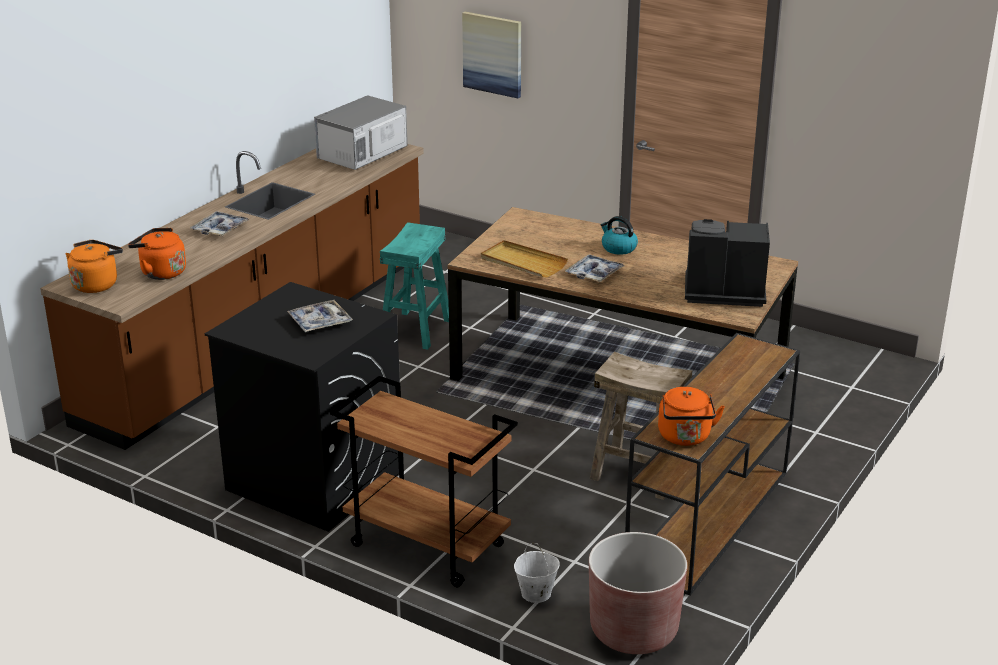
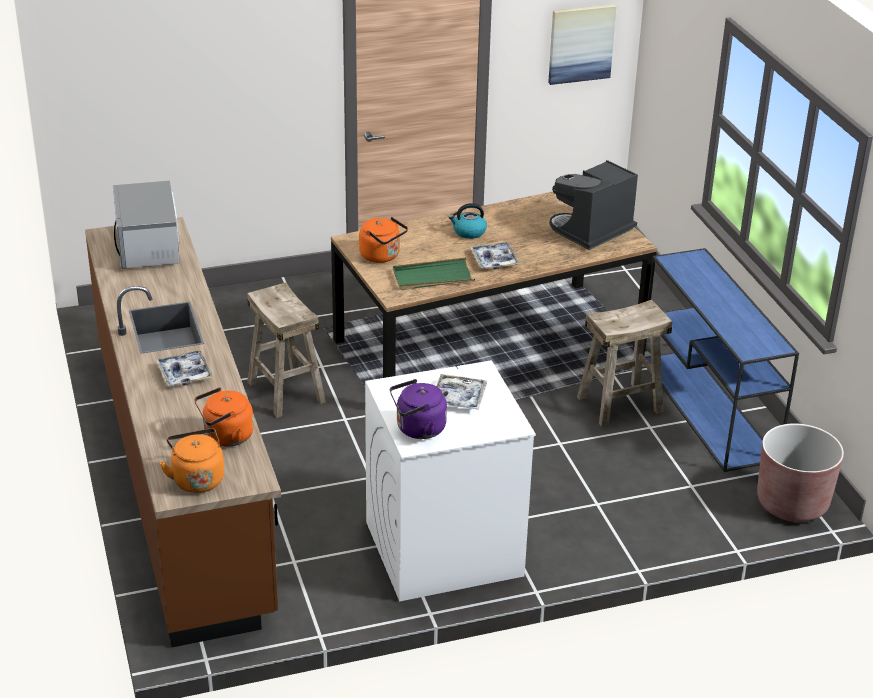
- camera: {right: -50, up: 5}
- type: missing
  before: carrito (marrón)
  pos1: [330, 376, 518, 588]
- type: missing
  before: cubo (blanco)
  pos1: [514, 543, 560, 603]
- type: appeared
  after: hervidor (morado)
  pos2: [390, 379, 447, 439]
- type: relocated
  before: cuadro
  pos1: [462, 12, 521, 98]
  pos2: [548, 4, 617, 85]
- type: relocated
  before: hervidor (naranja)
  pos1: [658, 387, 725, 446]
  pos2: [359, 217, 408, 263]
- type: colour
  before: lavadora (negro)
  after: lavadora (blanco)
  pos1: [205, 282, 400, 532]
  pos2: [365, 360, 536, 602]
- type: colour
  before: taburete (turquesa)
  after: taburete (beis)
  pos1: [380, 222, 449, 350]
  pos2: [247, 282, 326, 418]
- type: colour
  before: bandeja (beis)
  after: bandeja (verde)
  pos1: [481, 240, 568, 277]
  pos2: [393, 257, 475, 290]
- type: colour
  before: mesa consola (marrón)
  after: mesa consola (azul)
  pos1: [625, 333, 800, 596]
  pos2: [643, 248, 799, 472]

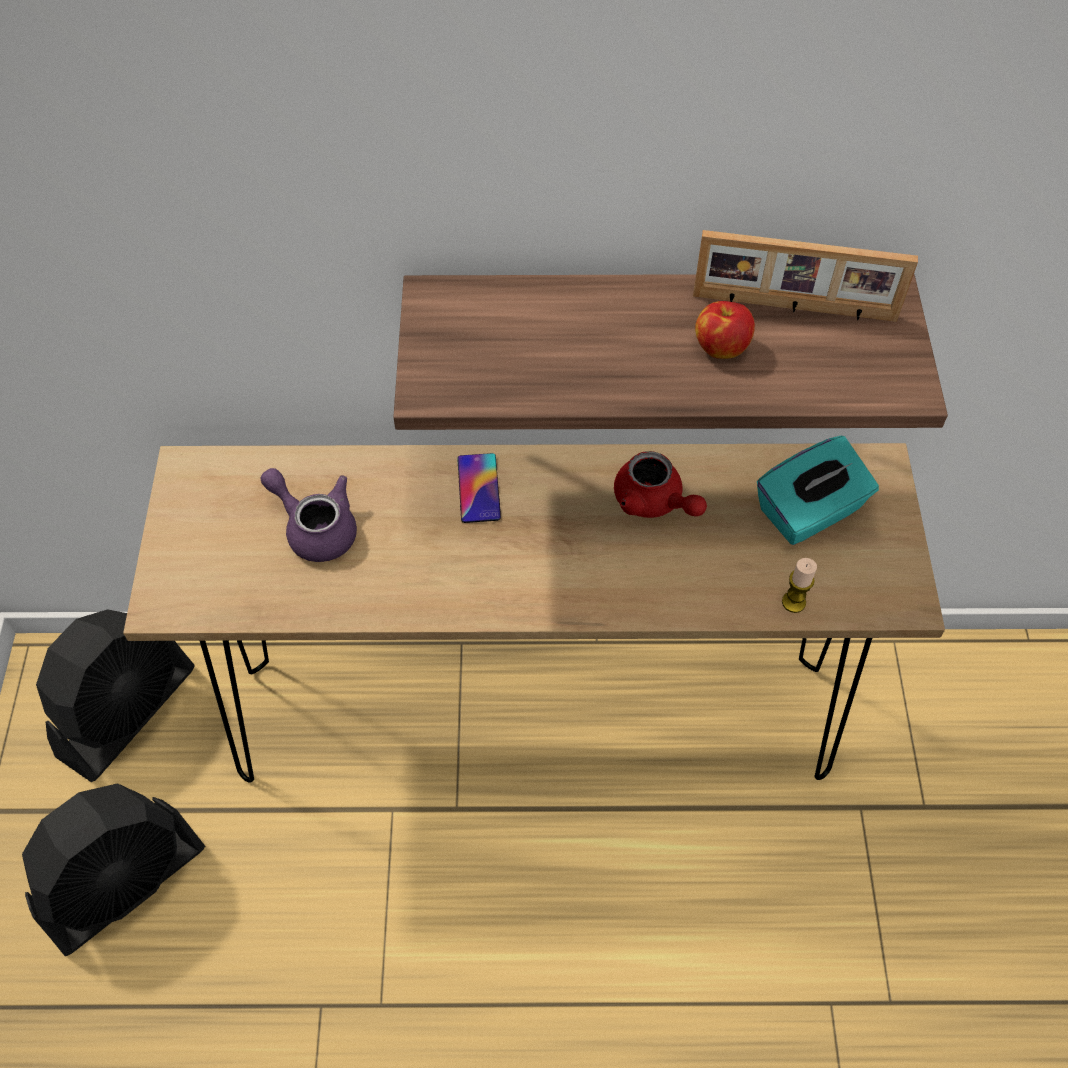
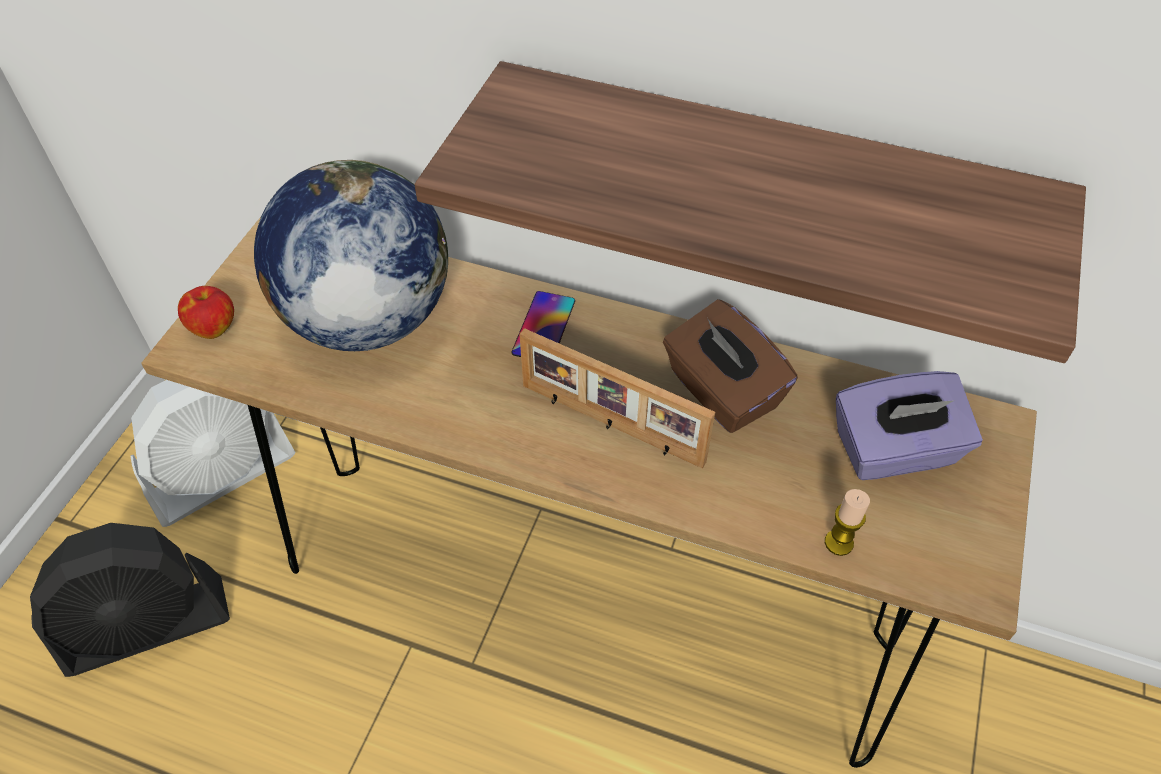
- camera: {right: 20, up: -5}
- type: relocated
  before: portarretratos
  pos1: [693, 230, 918, 322]
  pos2: [519, 328, 715, 469]
- type: relocated
  before: manzana
  pos1: [695, 301, 755, 359]
  pos2: [178, 286, 234, 339]
- type: exchanged
  before: tetera (morado)
  after: globo terráqueo
  pos1: [260, 468, 357, 562]
  pos2: [254, 160, 448, 351]
- type: exchanged
  before: tetera (rojo)
  after: caja de pañuelos (marrón)
  pos1: [614, 451, 707, 518]
  pos2: [663, 299, 798, 433]
- type: colour
  before: ventilador (negro)
  after: ventilador (blanco)
  pos1: [36, 609, 195, 782]
  pos2: [130, 380, 296, 527]
- type: colour
  before: caja de pañuelos (turquesa)
  after: caja de pañuelos (morado)
  pos1: [757, 436, 879, 545]
  pos2: [836, 371, 983, 480]

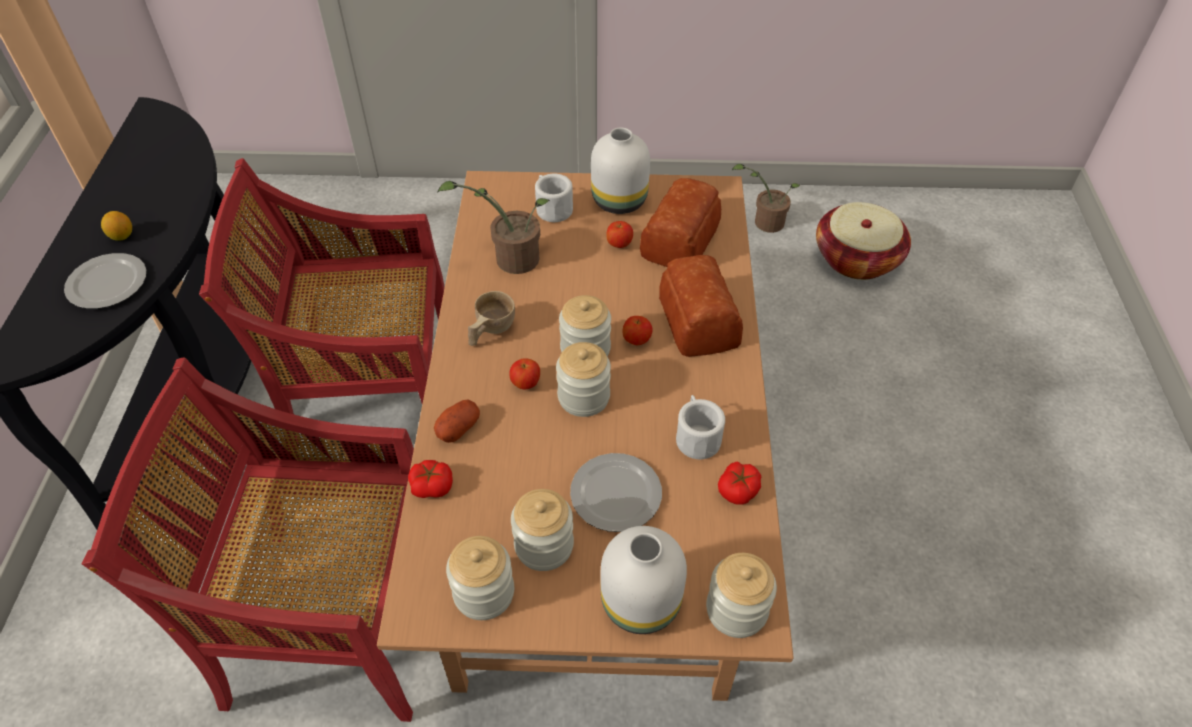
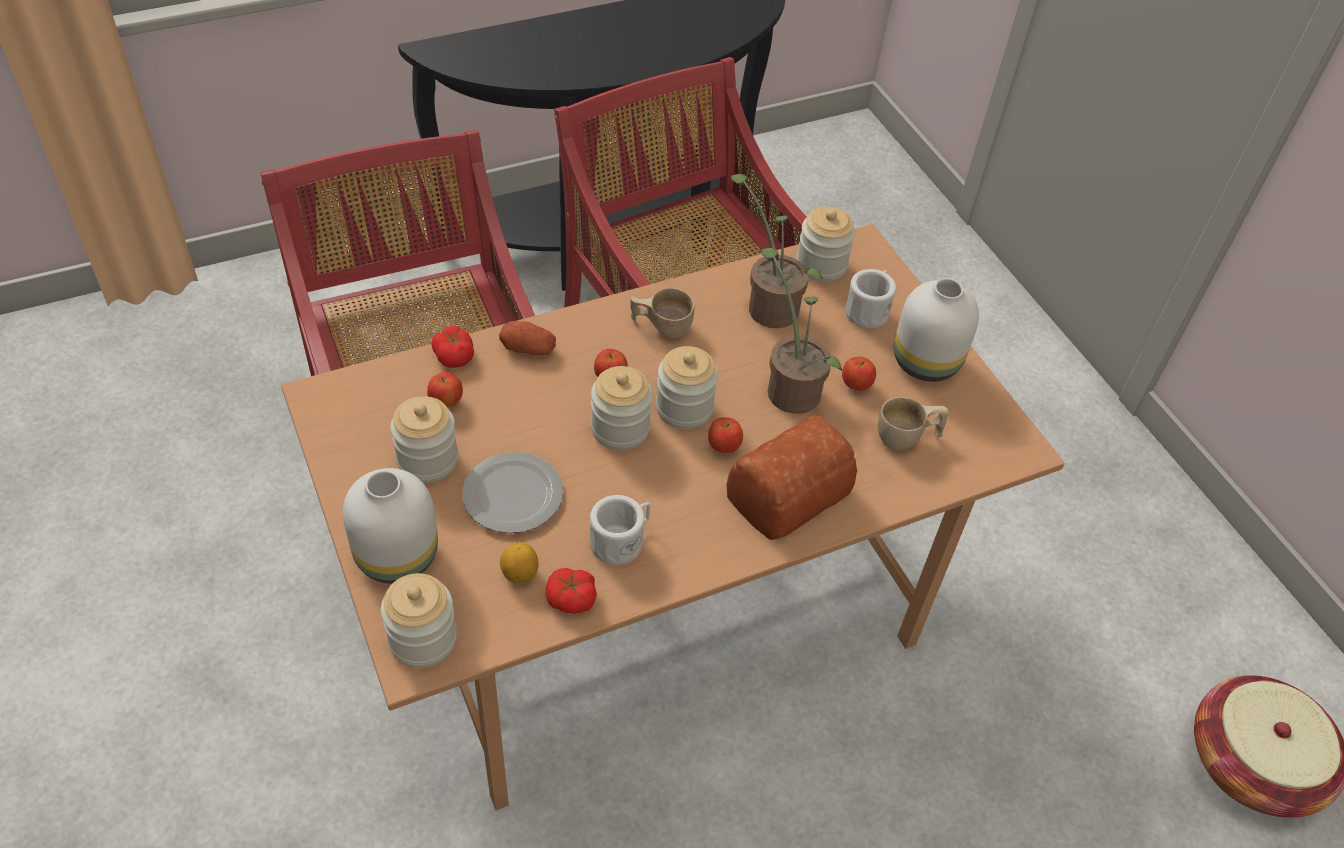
- camera: {right: 60, up: 0}
- type: missing
  before: plato
  pos1: [64, 253, 147, 309]
- type: appeared
  after: manzana
  pos2: [427, 372, 463, 407]
- type: relocated
  before: limón
  pos1: [101, 211, 132, 241]
  pos2: [500, 542, 539, 583]
- type: relocated
  before: tarro
  pos1: [446, 536, 514, 620]
  pos2: [796, 207, 855, 282]
- type: relocated
  before: planta en maceta
  pos1: [732, 164, 800, 233]
  pos2: [761, 248, 842, 414]
- type: exchanged
  before: pan
  after: taza (beis)
  pos1: [640, 178, 721, 267]
  pos2: [878, 397, 948, 450]

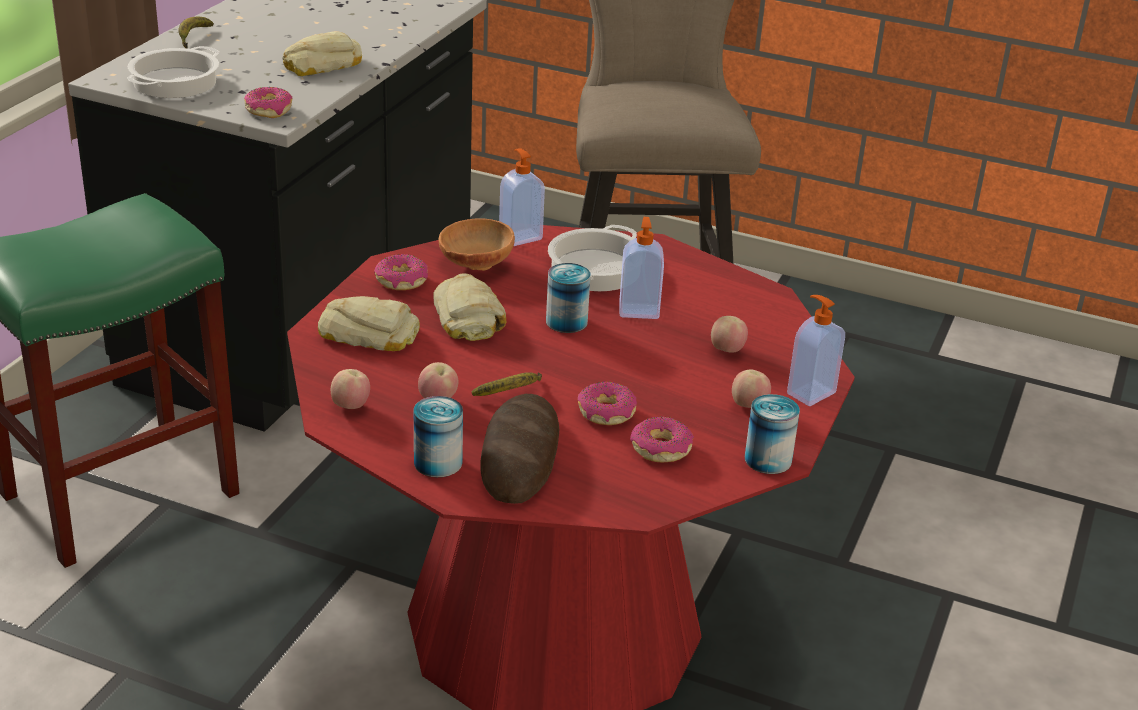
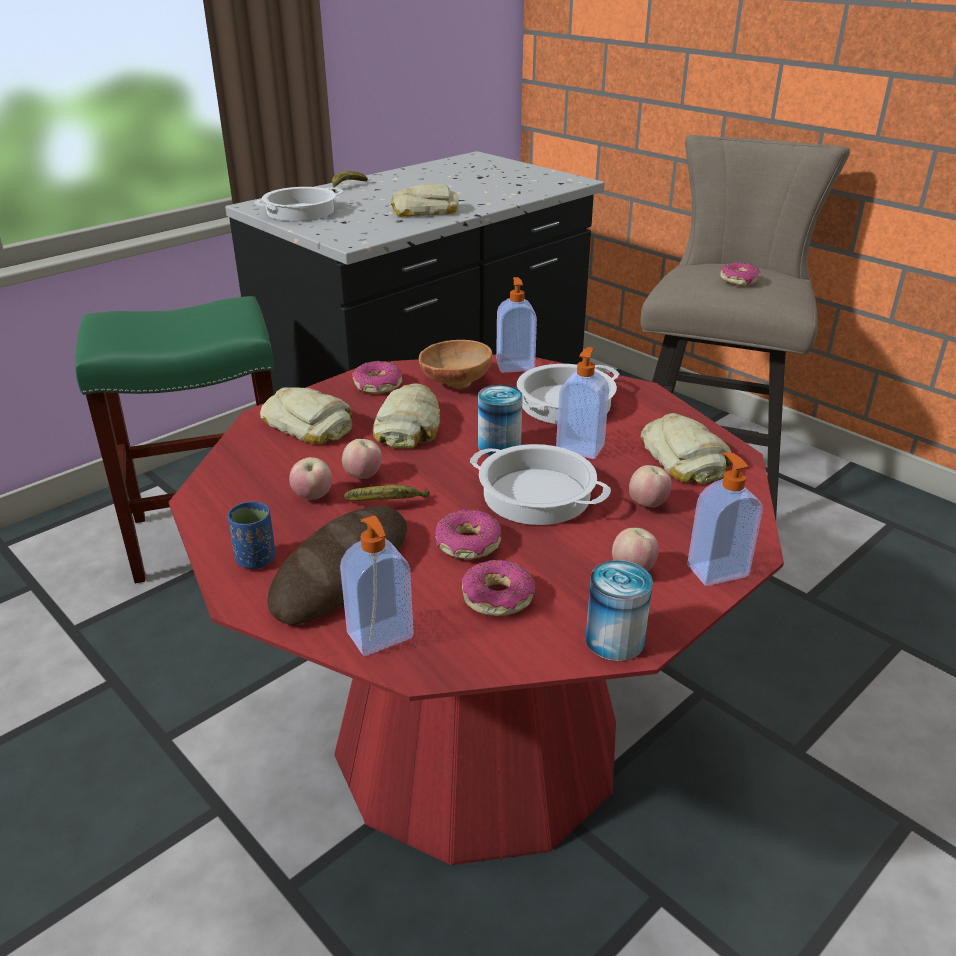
- camera: {right: 25, up: 0}
- type: appeared
  after: dispensador de jabón
  pos2: [340, 515, 414, 656]
- type: appeared
  after: olla
  pos2: [470, 444, 611, 525]
- type: appeared
  after: pan
  pos2: [640, 413, 732, 484]
- type: relocated
  before: rosquilla
  pos1: [244, 87, 292, 118]
  pos2: [720, 262, 760, 287]
- type: relocated
  before: manzana
  pos1: [331, 369, 370, 409]
  pos2: [342, 439, 382, 479]
- type: exchanged
  before: lata
  after: taza (azul)
  pos1: [414, 396, 463, 477]
  pos2: [227, 501, 276, 569]

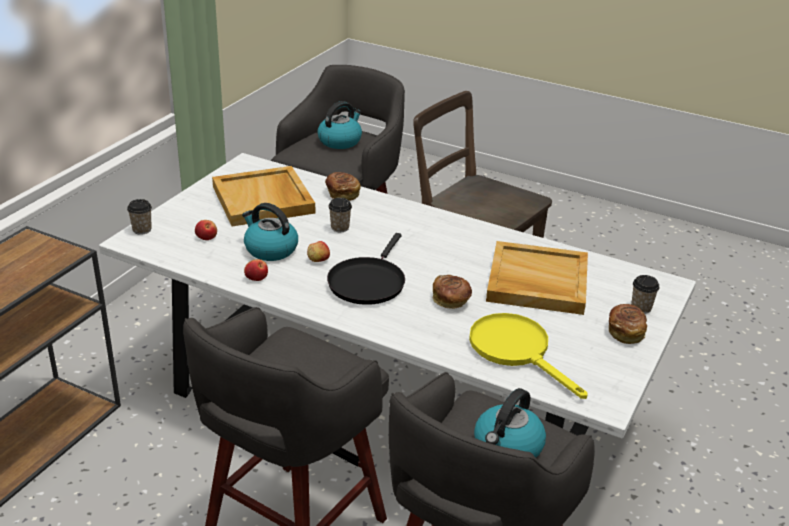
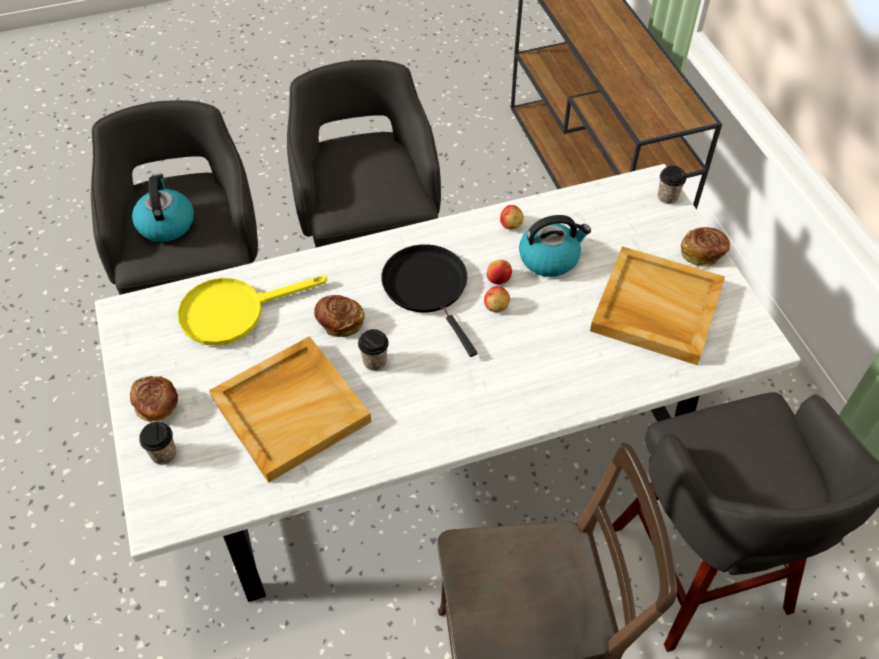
- camera: {right: 135, up: 20}
- type: missing
  before: hervidor
  pos1: [317, 101, 362, 149]
- type: relocated
  before: manzana
  pos1: [195, 220, 217, 240]
  pos2: [484, 286, 510, 312]
- type: relocated
  before: pan
  pos1: [325, 172, 361, 201]
  pos2: [681, 227, 730, 267]
- type: relocated
  before: taza
  pos1: [328, 198, 352, 232]
  pos2: [358, 329, 389, 371]
- type: spun
  before: sartén (amarillo)
  pos1: [469, 313, 587, 399]
  pos2: [178, 276, 327, 346]
  turn: 150

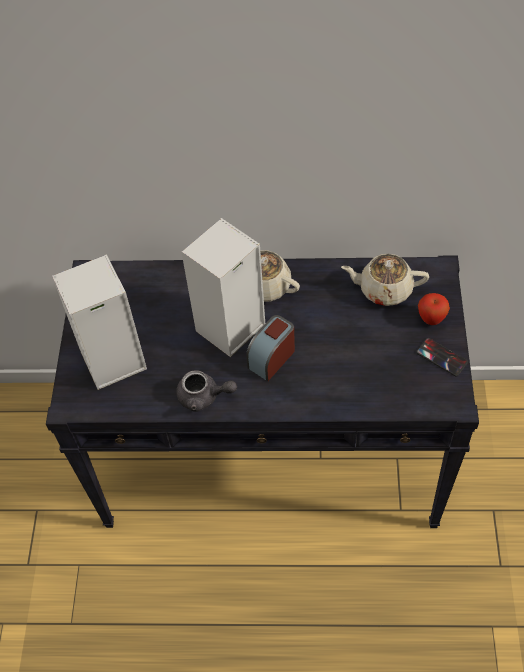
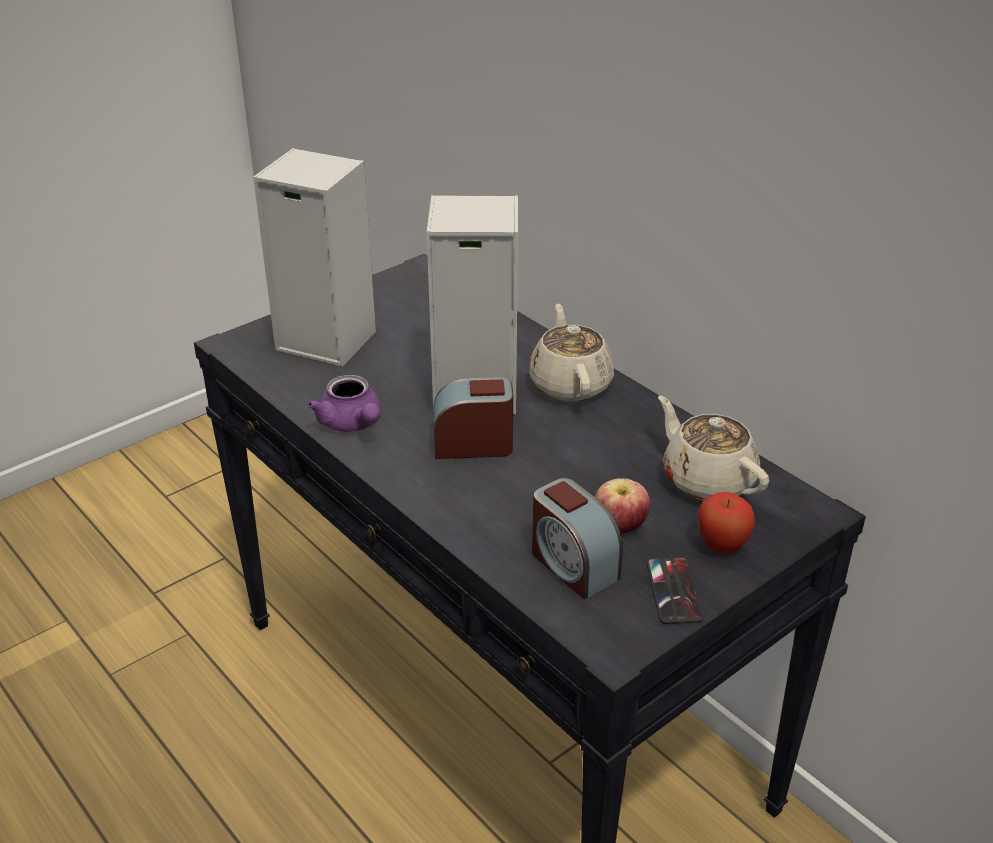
- camera: {right: 45, up: -20}
- type: appeared
  after: despertador
  pos2: [532, 478, 623, 599]
- type: appeared
  after: manzana
  pos2: [595, 478, 650, 534]
- type: colour
  before: tetera (gris)
  after: tetera (morado)
  pos1: [176, 370, 237, 412]
  pos2: [308, 375, 381, 432]

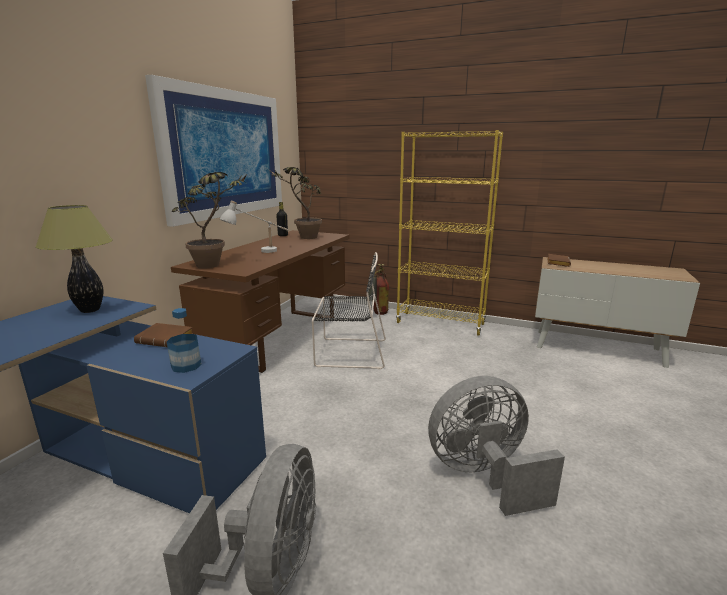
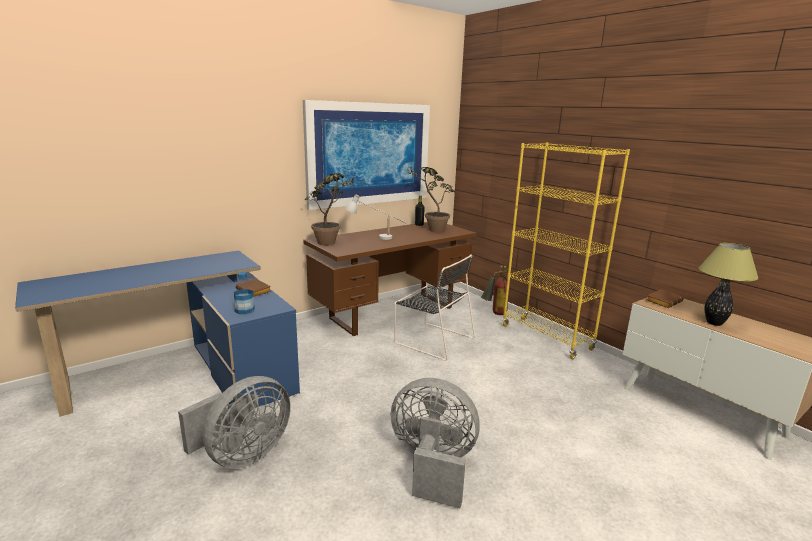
- camera: {right: 30, up: 0}
- type: relocated
  before: lámpara de mesa
  pos1: [36, 205, 113, 313]
  pos2: [699, 243, 758, 326]

